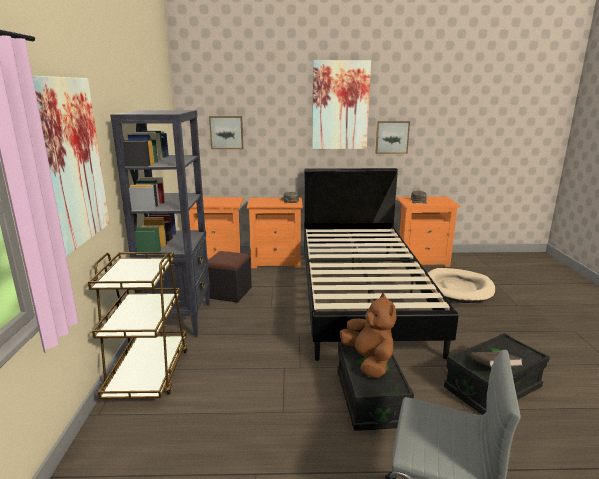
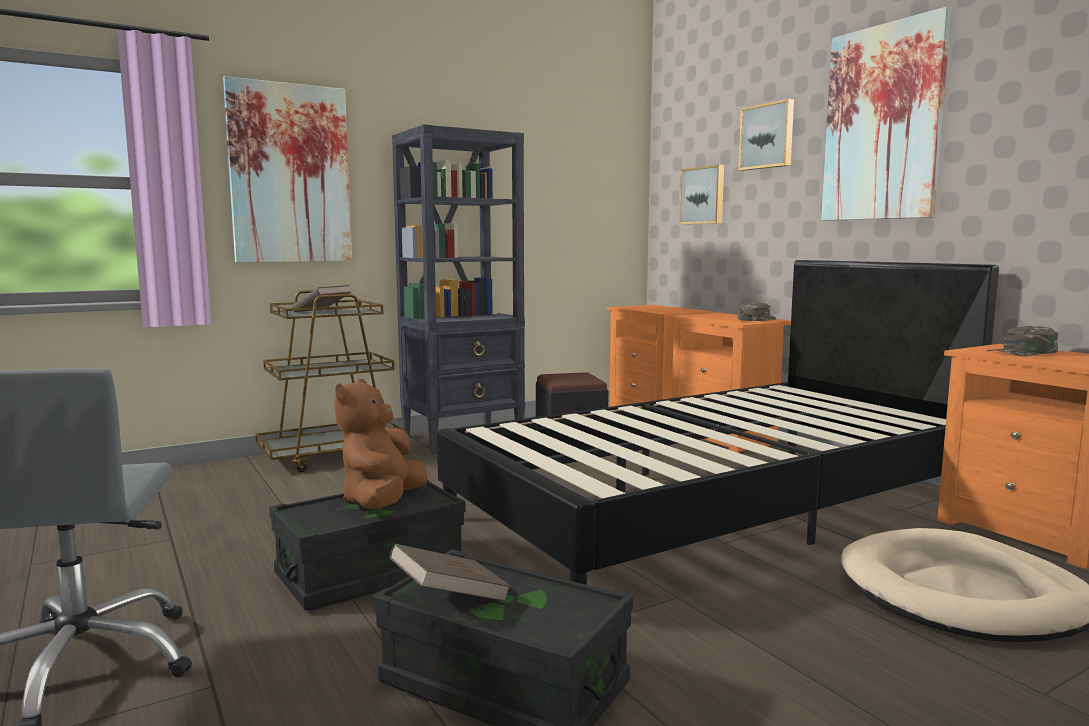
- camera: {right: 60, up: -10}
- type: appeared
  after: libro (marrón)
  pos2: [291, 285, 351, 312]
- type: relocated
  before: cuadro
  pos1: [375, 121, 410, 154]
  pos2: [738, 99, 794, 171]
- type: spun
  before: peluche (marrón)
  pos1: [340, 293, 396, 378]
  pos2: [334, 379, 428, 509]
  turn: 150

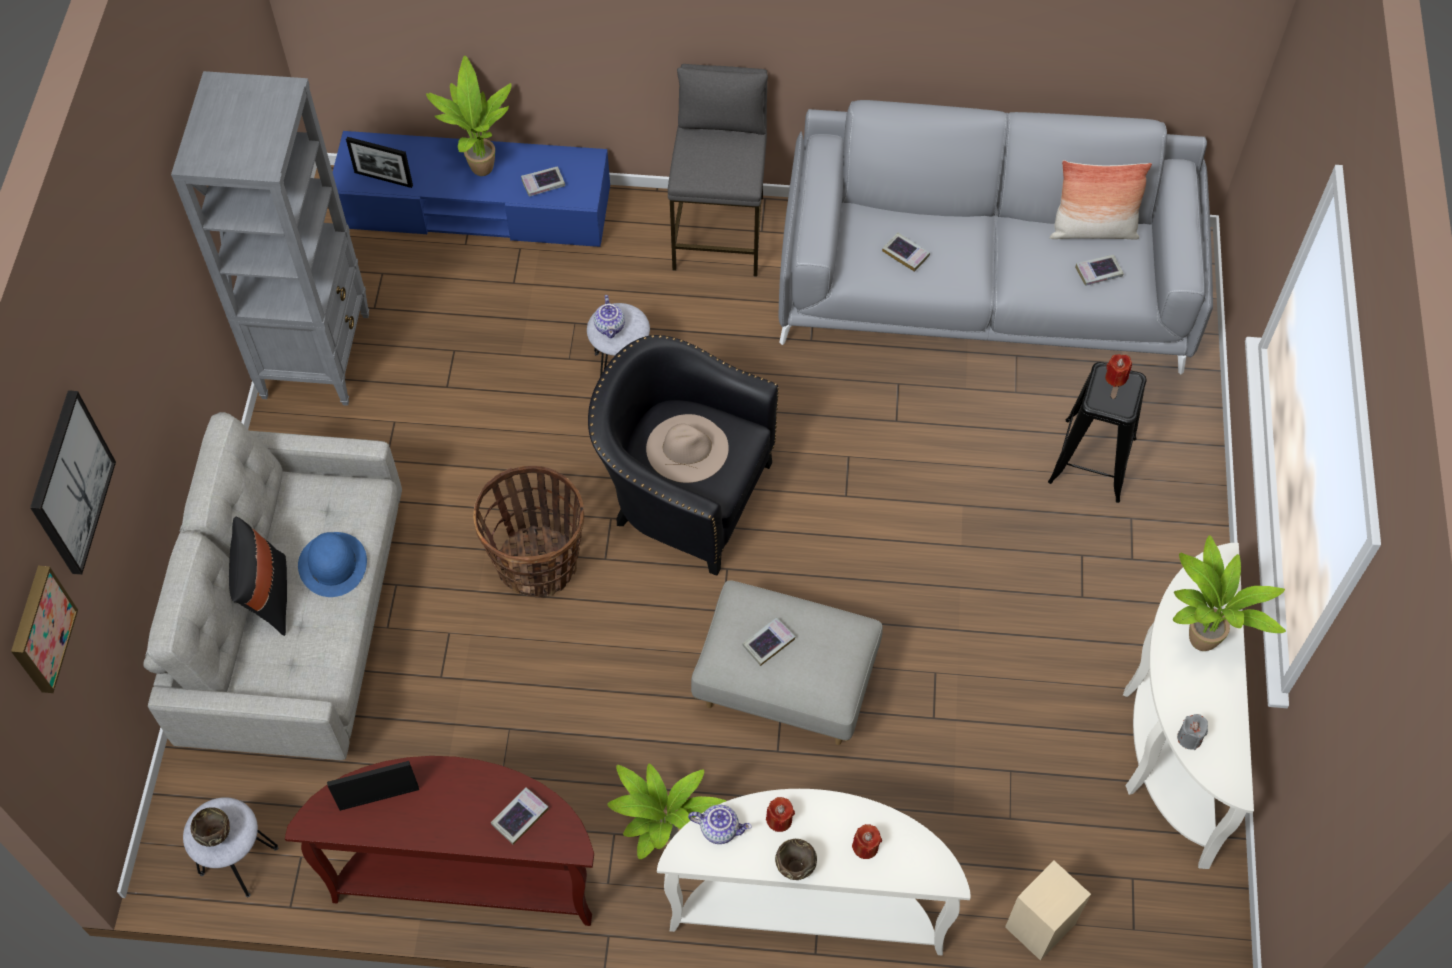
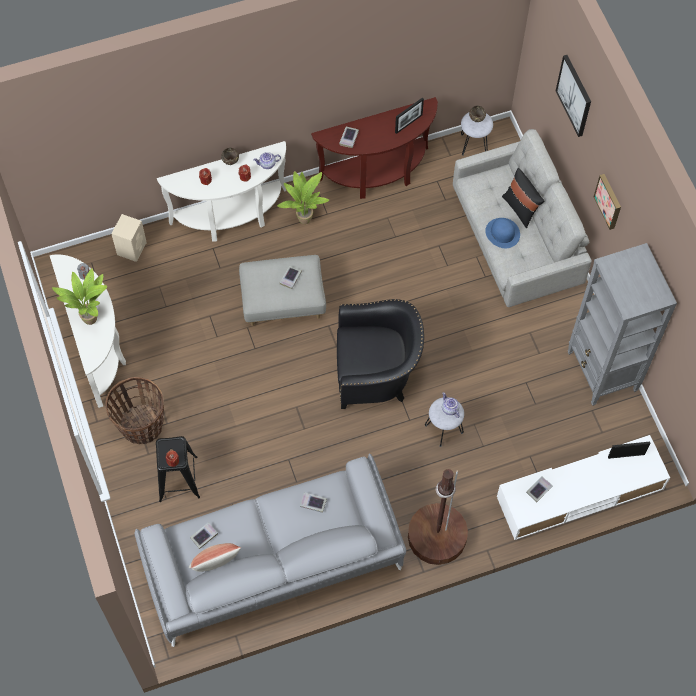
- camera: {right: 155, up: 5}
- type: missing
  before: planta en maceta
  pos1: [426, 56, 512, 176]
- type: missing
  before: sombrero (beis)
  pos1: [646, 414, 729, 483]
- type: relocated
  before: cuadro
  pos1: [11, 566, 78, 693]
  pos2: [594, 174, 621, 230]
- type: relocated
  before: cesta
  pos1: [473, 466, 584, 598]
  pos2: [105, 377, 164, 444]
- type: exchanged
  before: taburete (gris)
  after: lámpara de pie (marrón)
  pos1: [668, 64, 768, 277]
  pos2: [408, 469, 468, 565]
- type: colour
  before: mueble de televisión (azul)
  after: mueble de televisión (blanco)
  pos1: [333, 131, 610, 247]
  pos2: [497, 435, 670, 540]

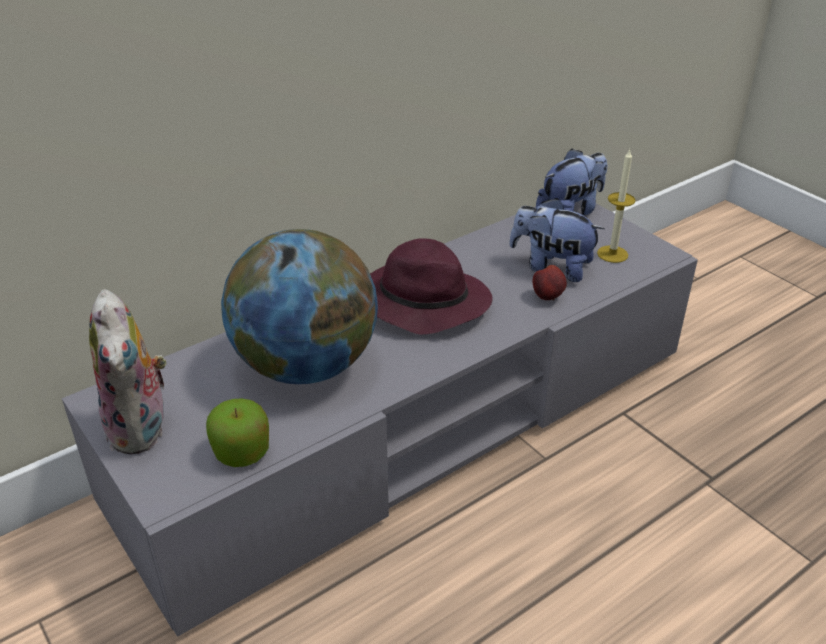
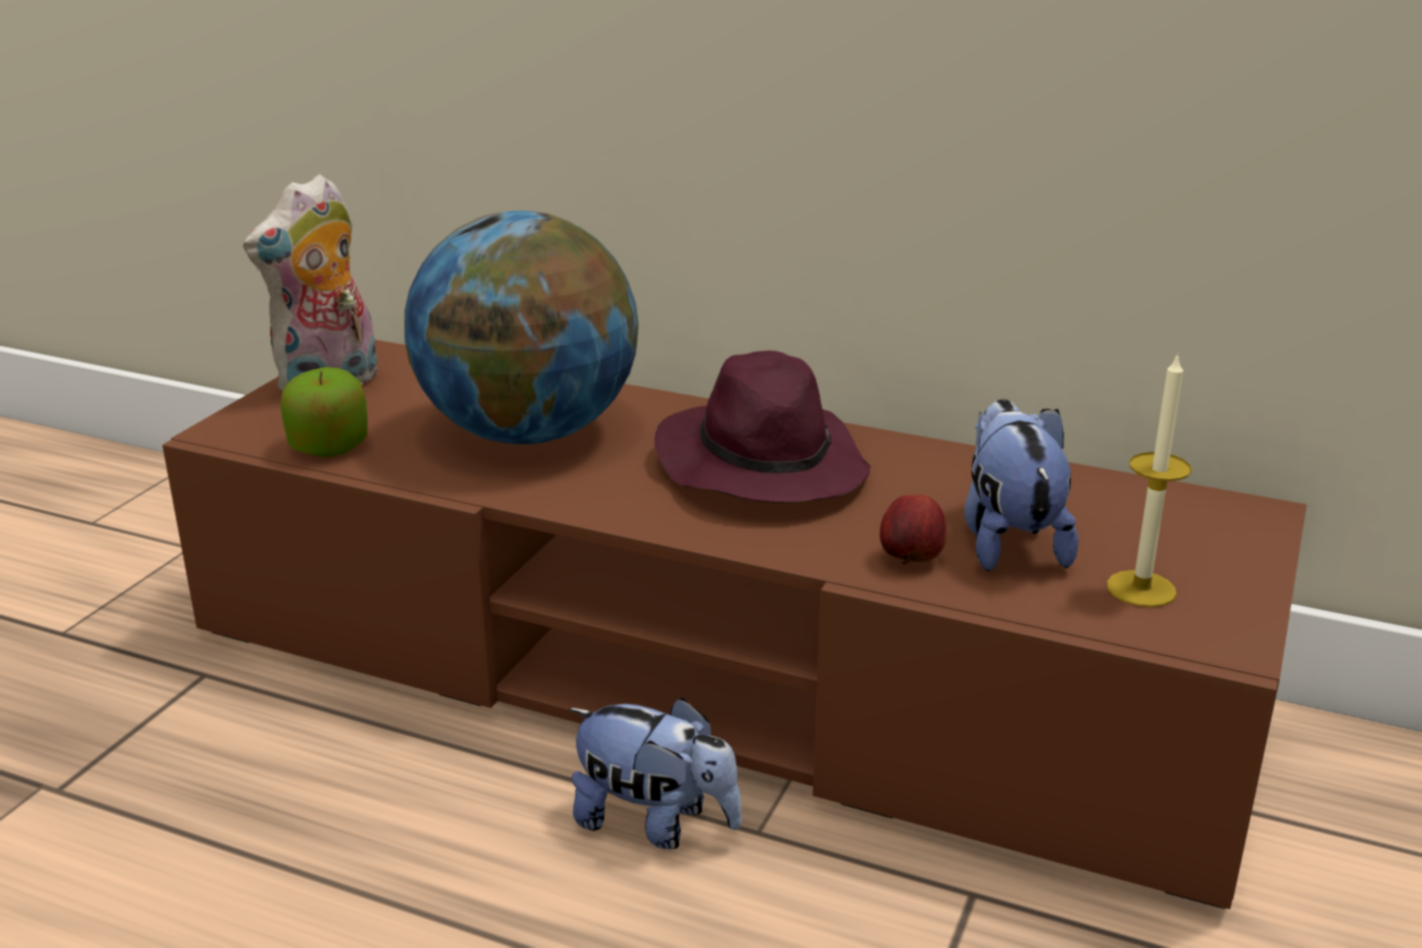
- camera: {right: 60, up: -10}
- type: relocated
  before: peluche
  pos1: [536, 148, 607, 215]
  pos2: [568, 698, 742, 849]
- type: colour
  before: mueble de televisión (gris)
  after: mueble de televisión (marrón)
  pos1: [62, 199, 698, 637]
  pos2: [162, 340, 1306, 909]

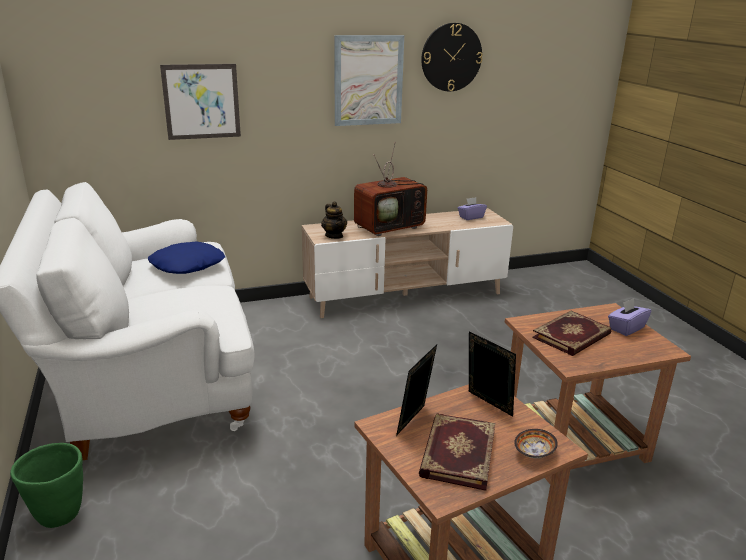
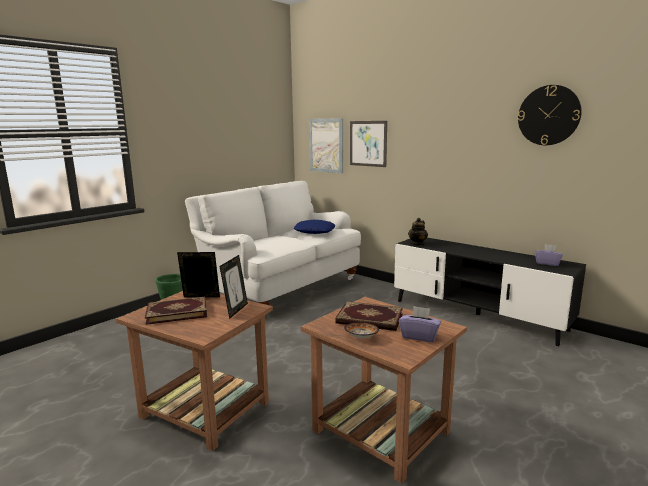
- camera: {right: 60, up: -10}
- type: missing
  before: televisor
  pos1: [354, 142, 427, 236]
- type: relocated
  before: cuadro
  pos1: [334, 35, 404, 126]
  pos2: [309, 118, 343, 173]
- type: relocated
  before: cuenco
  pos1: [514, 429, 558, 458]
  pos2: [344, 323, 379, 338]
- type: colour
  before: mueble de televisión (beis)
  after: mueble de televisión (negro)
  pos1: [302, 208, 513, 318]
  pos2: [394, 238, 586, 346]

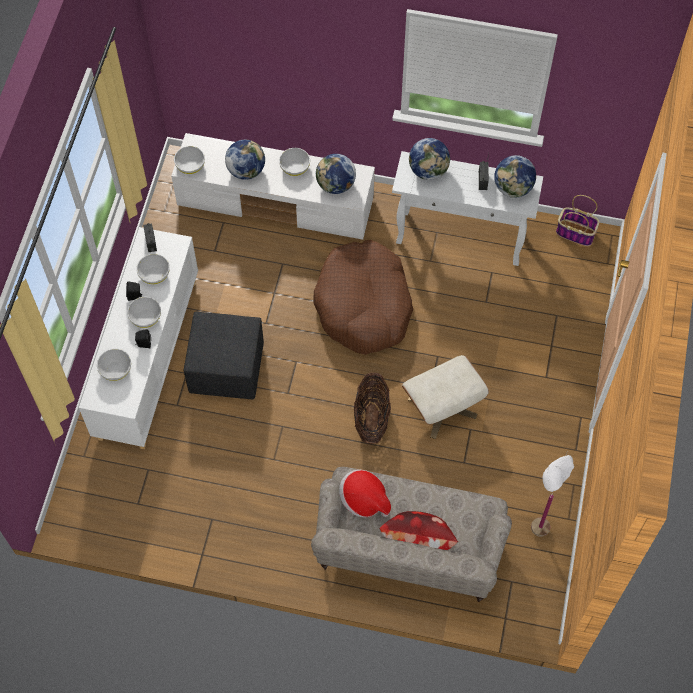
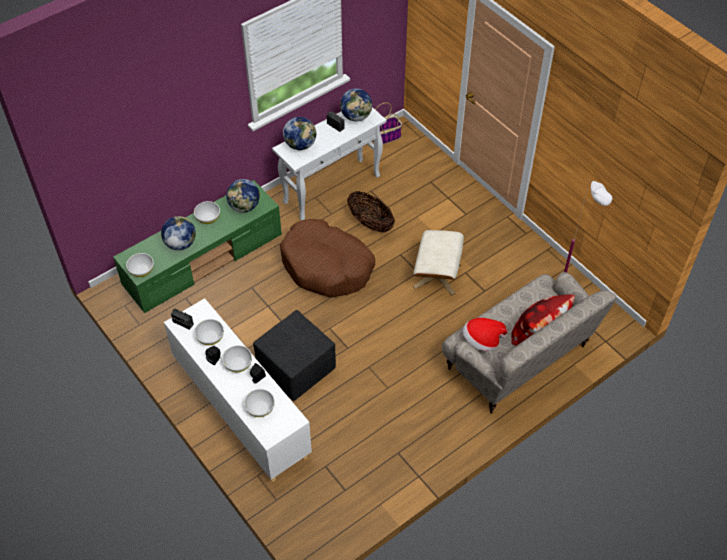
- camera: {right: -50, up: -10}
- type: relocated
  before: cesta
  pos1: [354, 372, 391, 444]
  pos2: [347, 191, 395, 233]
- type: colour
  before: mueble de televisión (blanco)
  after: mueble de televisión (verde)
  pos1: [171, 133, 375, 240]
  pos2: [113, 180, 282, 313]

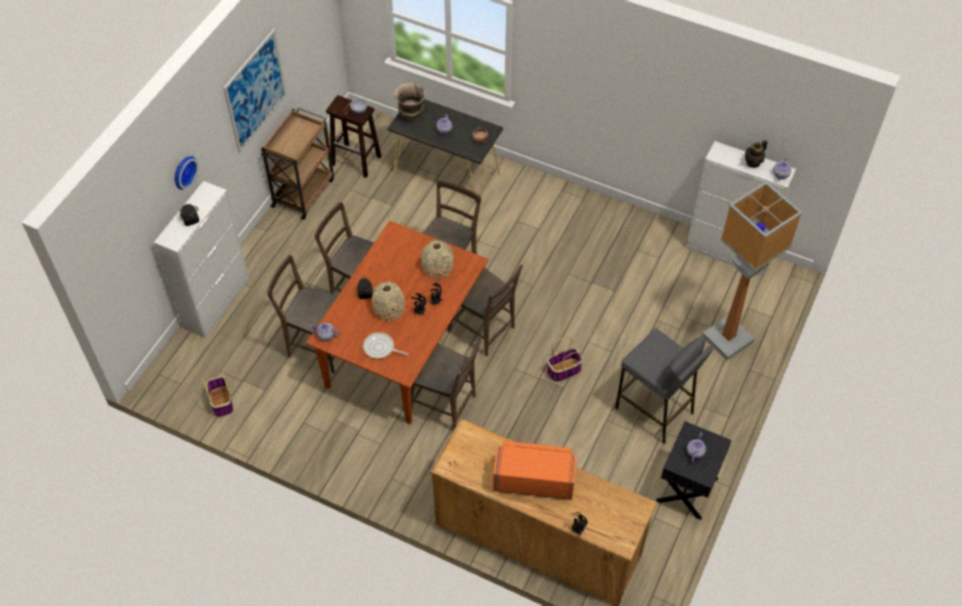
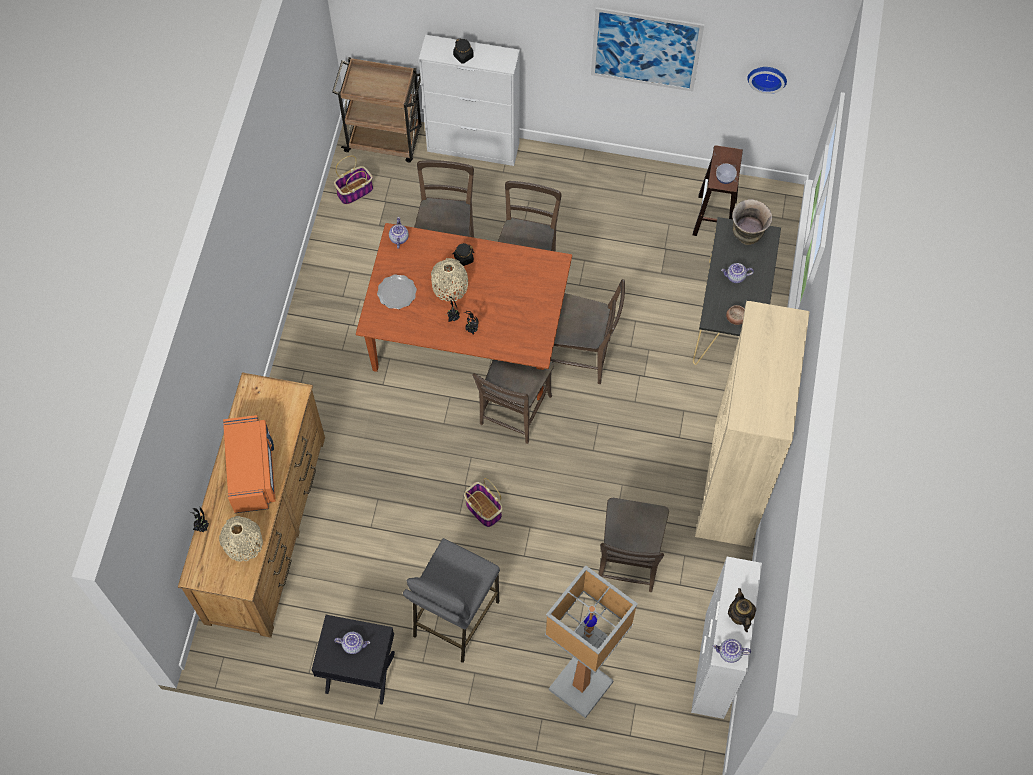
- camera: {right: 75, up: 10}
- type: appeared
  after: estantería (beis)
  pos2: [695, 301, 810, 547]
- type: relocated
  before: reloj de pared
  pos1: [175, 156, 199, 190]
  pos2: [747, 67, 787, 94]
- type: relocated
  before: carrito (marrón)
  pos1: [261, 108, 334, 220]
  pos2: [332, 57, 422, 162]
- type: relocated
  before: silla (marrón)
  pos1: [411, 335, 482, 431]
  pos2: [598, 498, 669, 592]
- type: relocated
  before: florero (beis)
  pos1: [421, 240, 454, 279]
  pos2: [219, 516, 263, 562]
- type: exchanged
  before: sartén
  after: plato
  pos1: [363, 332, 408, 359]
  pos2: [377, 274, 417, 309]
- type: spun
  before: tetera
  pos1: [745, 140, 767, 168]
  pos2: [728, 588, 756, 632]
  turn: 45

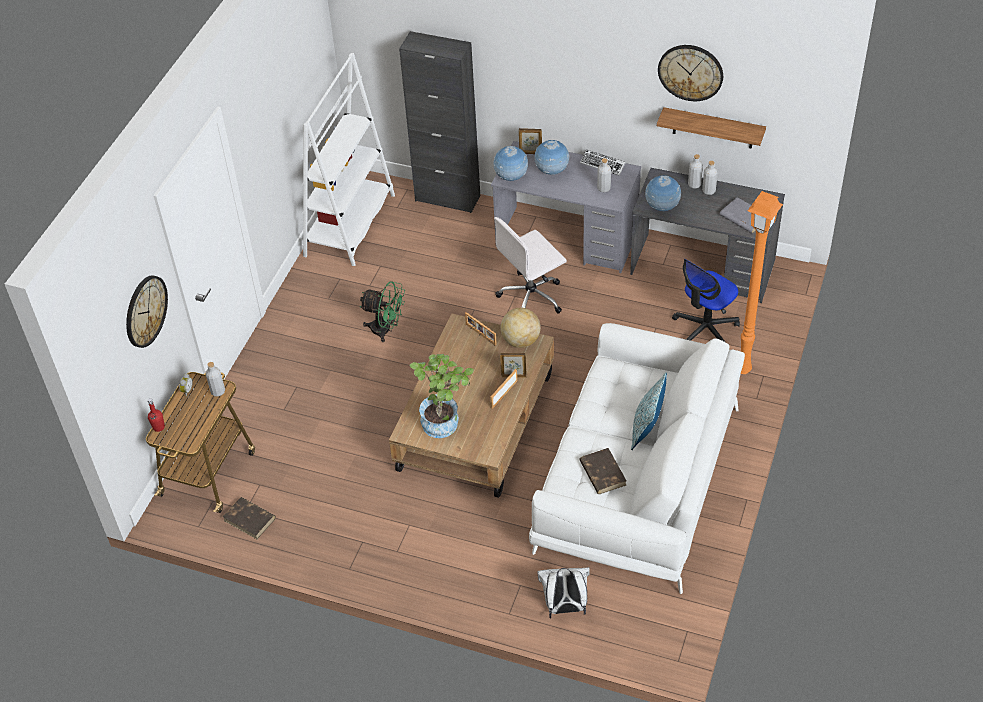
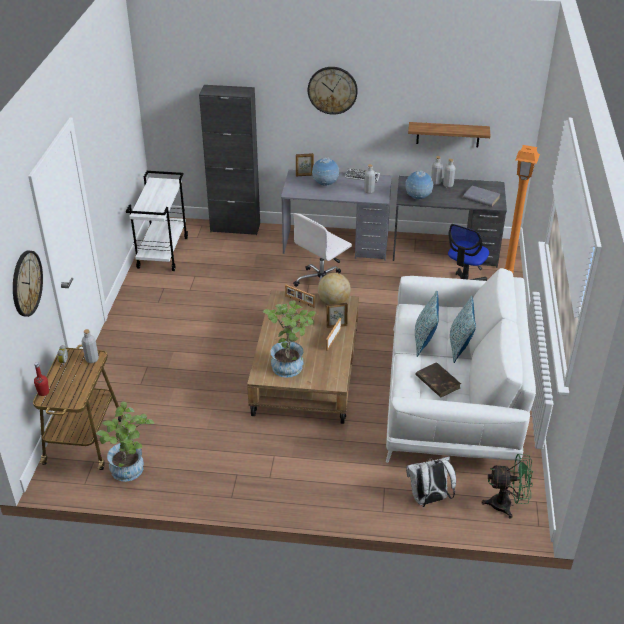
- camera: {right: -15, up: -10}
- type: missing
  before: globo terráqueo
  pos1: [493, 146, 528, 181]
- type: appeared
  after: cojín
  pos2: [415, 291, 439, 357]
- type: relocated
  before: ventilador (verde)
  pos1: [359, 281, 405, 342]
  pos2: [481, 454, 533, 519]
- type: relocated
  before: reloj de pared
  pos1: [658, 45, 723, 101]
  pos2: [308, 67, 358, 115]
- type: exchanged
  before: libro (marrón)
  after: planta en maceta
  pos1: [223, 497, 276, 539]
  pos2: [96, 401, 154, 482]
- type: exchanged
  before: estantería (blanco)
  after: carrito (blanco)
  pos1: [302, 53, 395, 266]
  pos2: [126, 171, 188, 271]

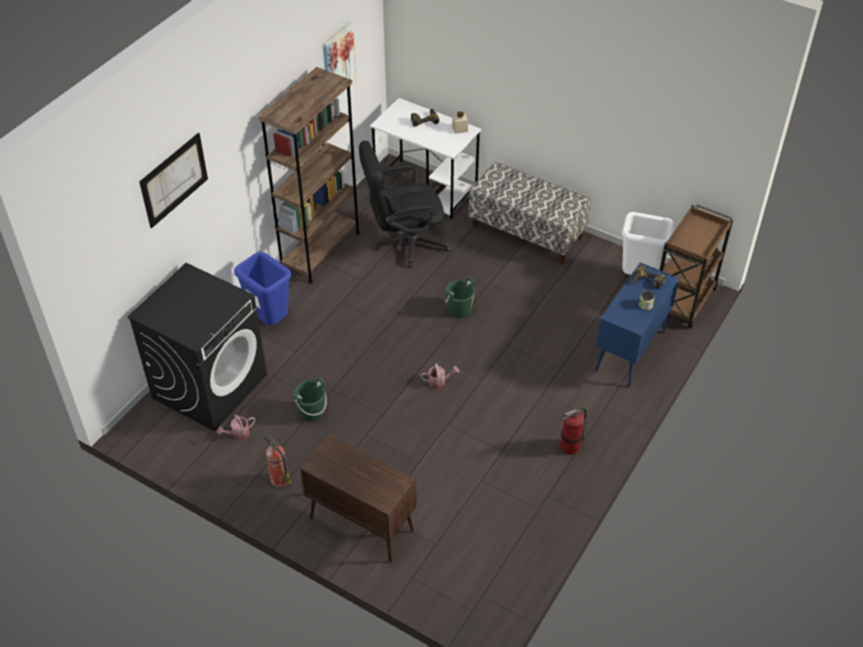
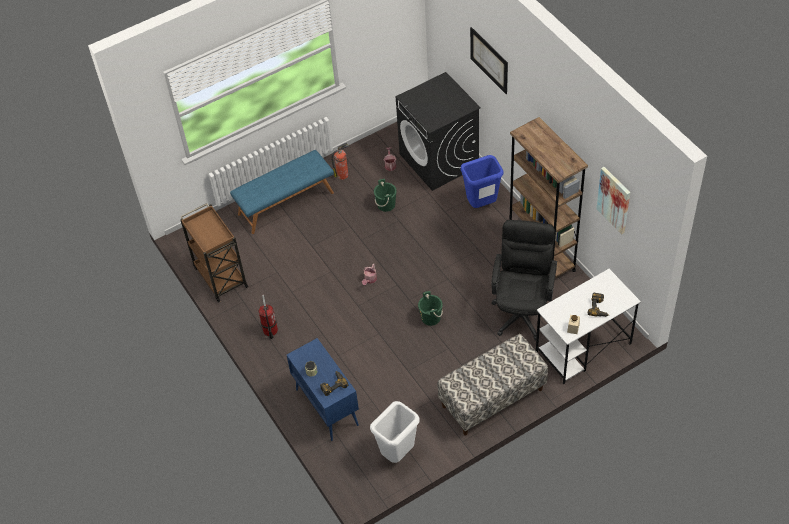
- camera: {right: 120, up: 5}
- type: relocated
  before: carrito (marrón)
  pos1: [660, 204, 733, 328]
  pos2: [180, 203, 249, 303]
- type: exchanged
  before: armario (marrón)
  after: banco (azul)
  pos1: [300, 435, 417, 562]
  pos2: [230, 150, 334, 234]

